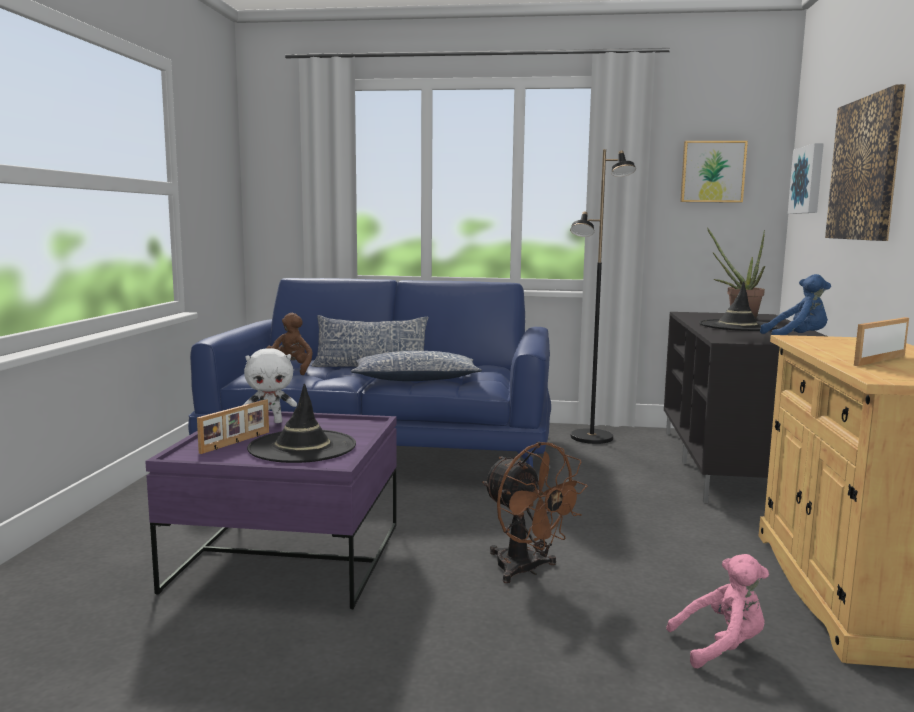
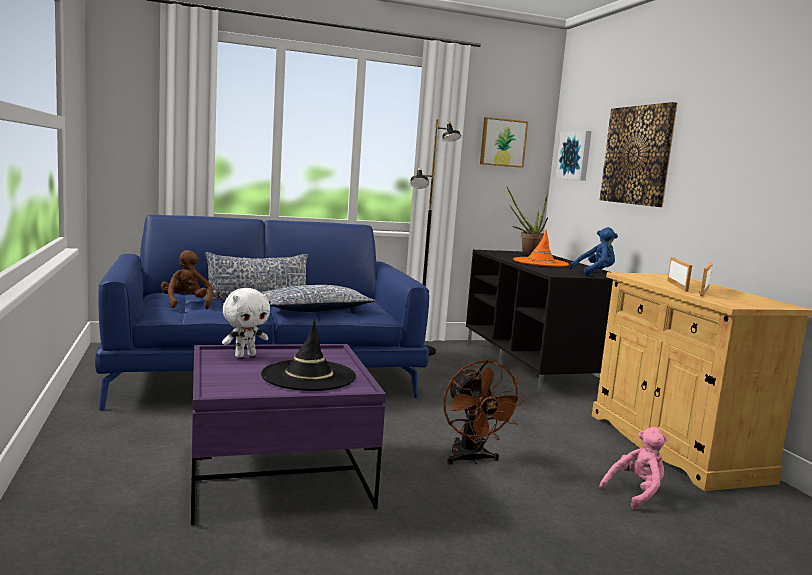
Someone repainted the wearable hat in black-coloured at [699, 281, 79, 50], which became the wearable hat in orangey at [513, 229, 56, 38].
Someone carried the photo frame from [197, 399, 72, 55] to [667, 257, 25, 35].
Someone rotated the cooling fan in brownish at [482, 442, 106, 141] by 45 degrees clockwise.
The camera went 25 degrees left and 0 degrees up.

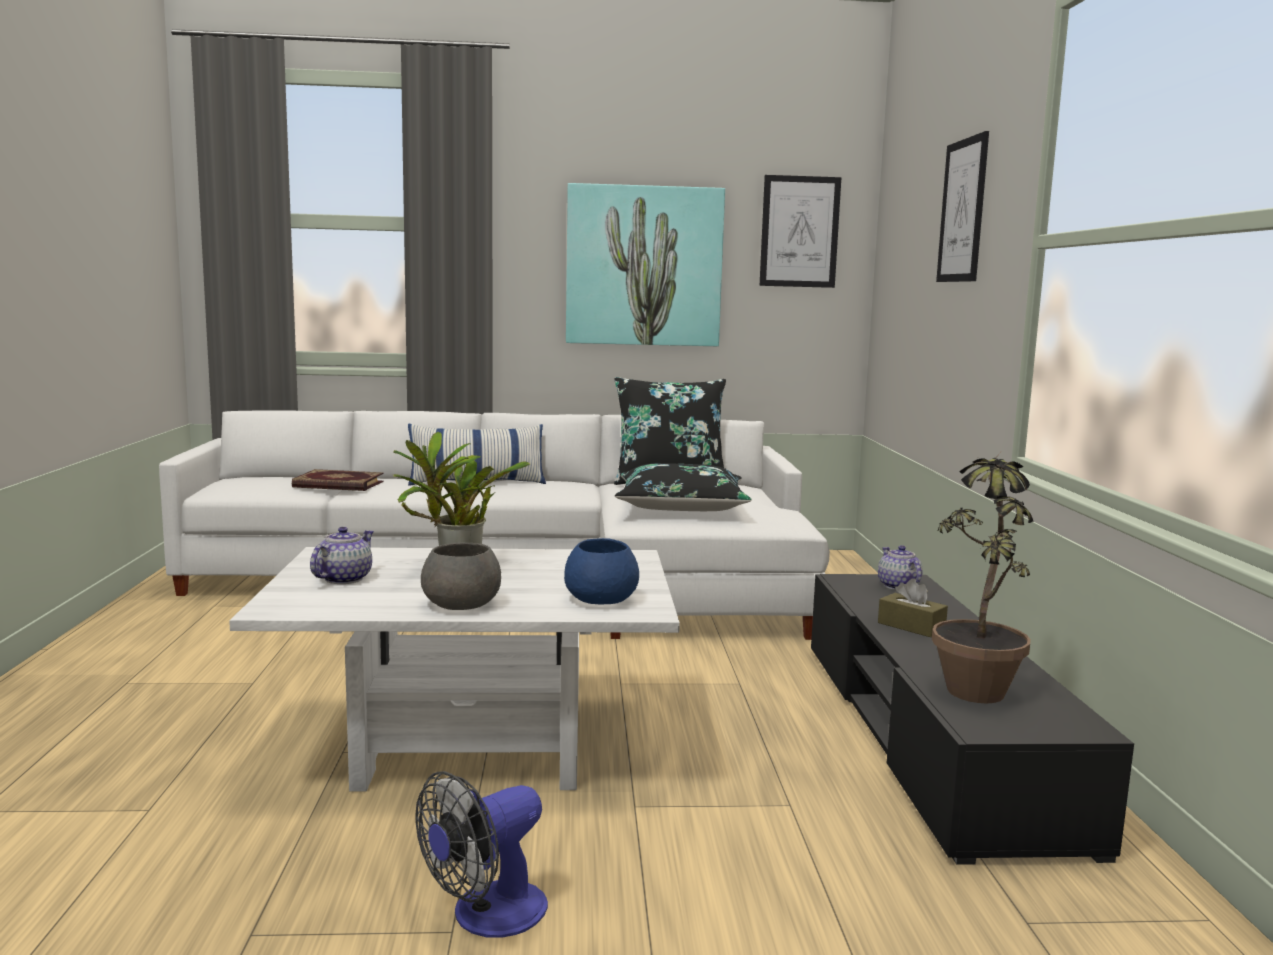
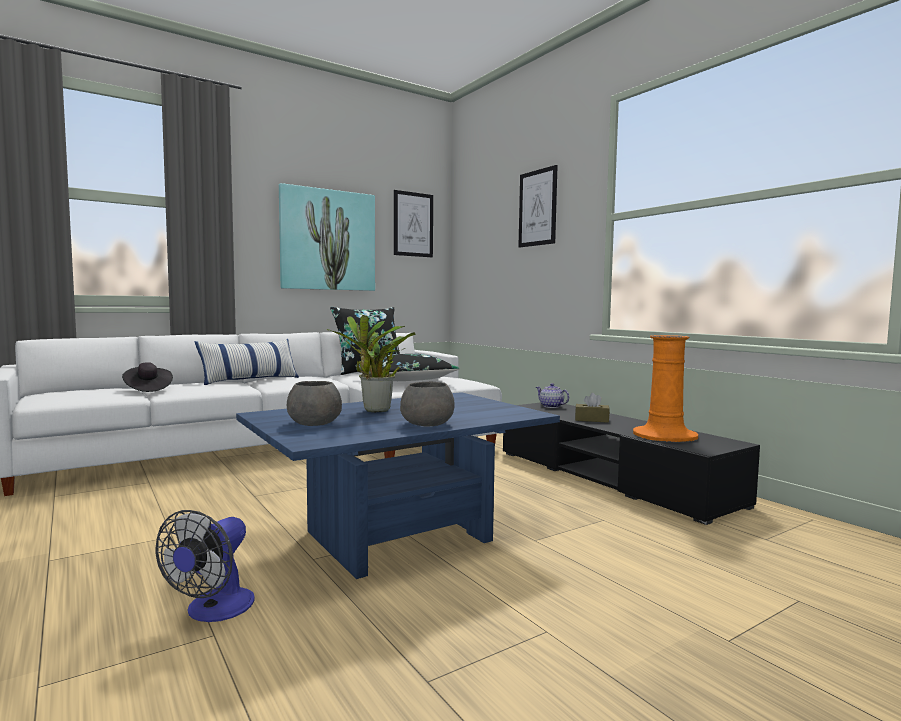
Someone swapped the potted plant at [932, 453, 102, 250] for the flower vase in orangey at [633, 335, 65, 107].
Someone swapped the book at [292, 469, 92, 22] for the wearable hat in black-coloured at [122, 362, 51, 30].
Someone swapped the pot for tea at [310, 527, 64, 57] for the bowl in greyish at [287, 381, 55, 45].
Someone took away the bowl in bluish at [564, 538, 75, 67].
Someone repainted the coffee table in white at [229, 547, 451, 245], which became the coffee table in bluish at [236, 392, 324, 187].
Someone carried the cooling fan from [415, 771, 133, 167] to [155, 510, 100, 112].
The camera went 30 degrees left and 5 degrees down.

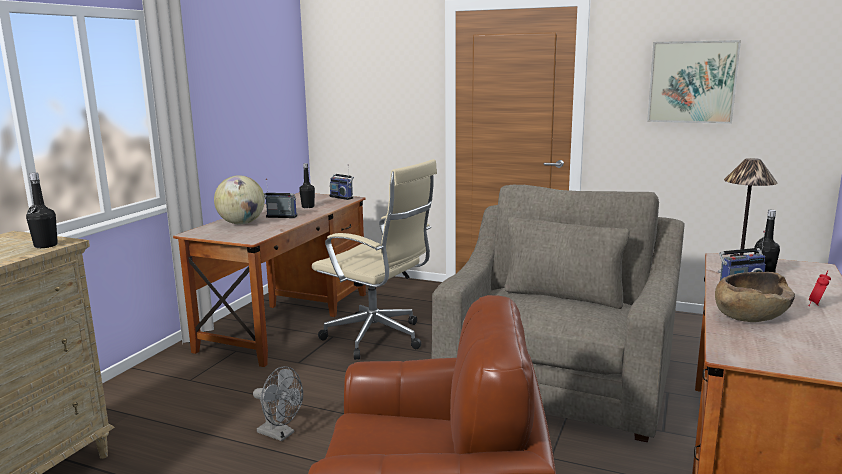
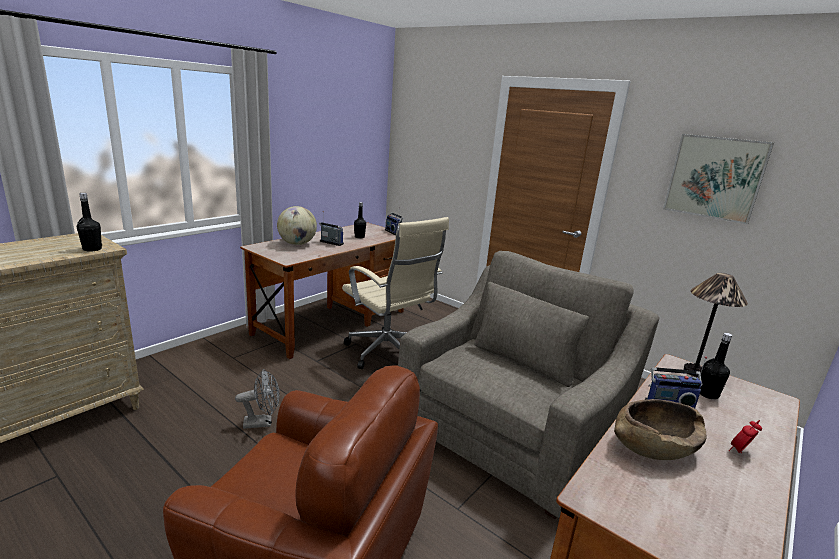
Someone rotated the cooling fan in greyish at [253, 366, 50, 75] by 60 degrees counterclockwise.
The camera went 15 degrees right and 5 degrees up.

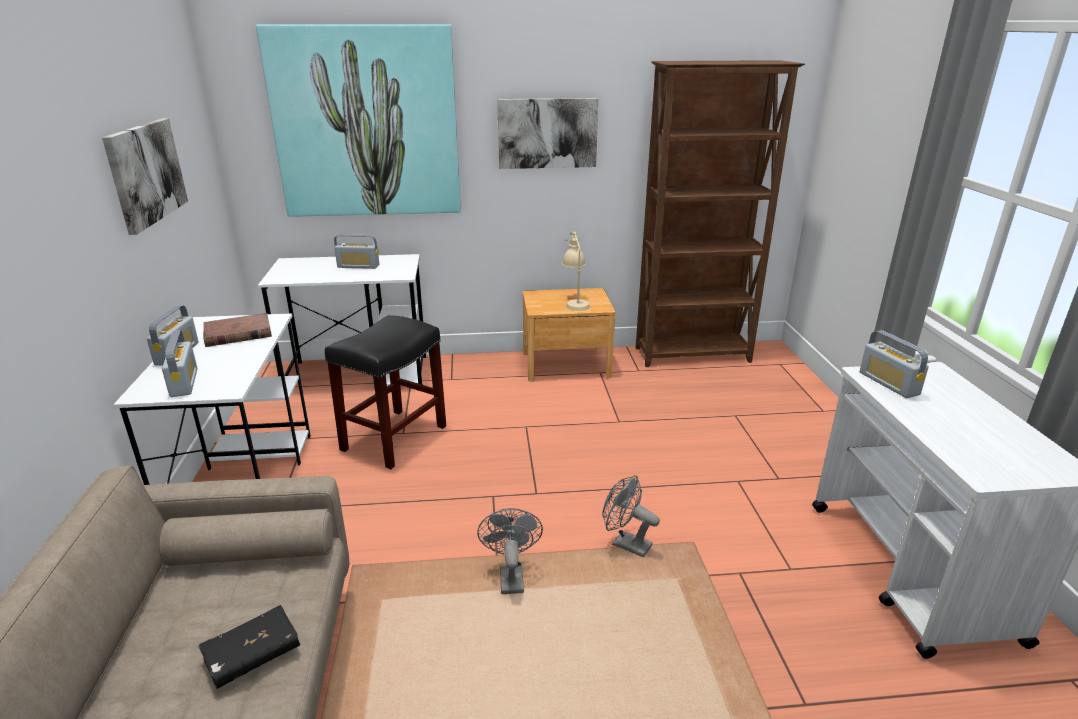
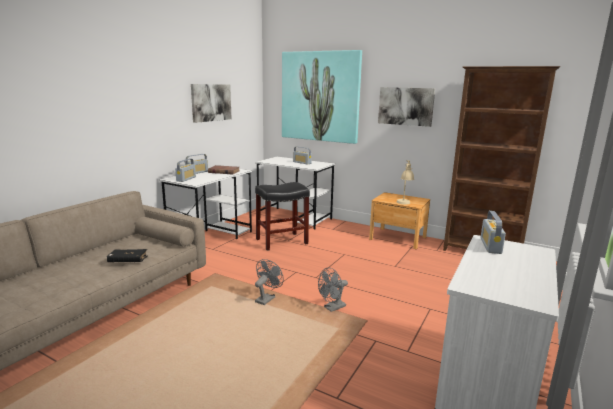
Someone rotated the cooling fan in greyish at [602, 475, 58, 82] by 105 degrees counterclockwise.
The camera went 35 degrees right and 10 degrees down.

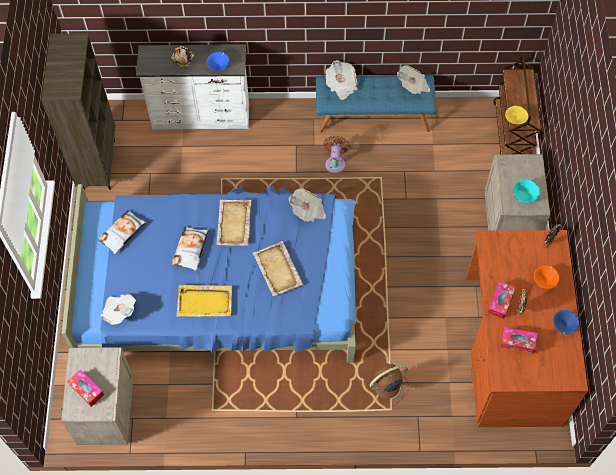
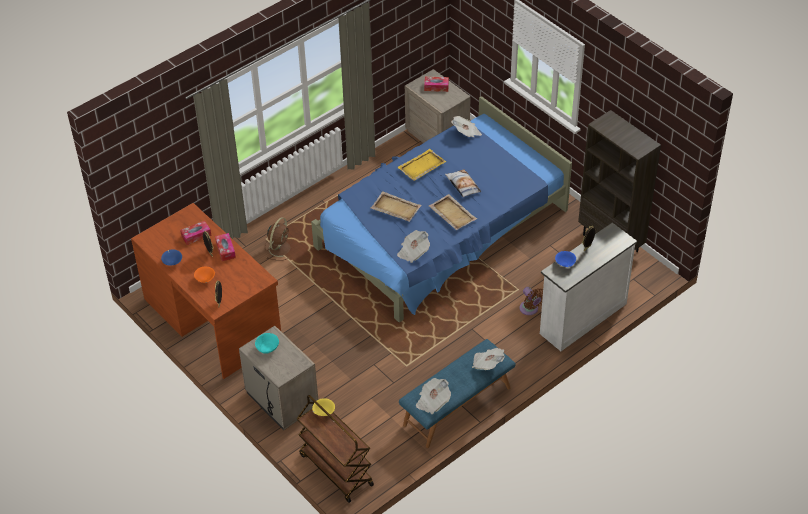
Someone carried the cooling fan in brownish from [323, 136, 28, 38] to [520, 287, 23, 28].
Someone took away the cushion at [98, 210, 48, 44].
The camera went 140 degrees right and 15 degrees down.

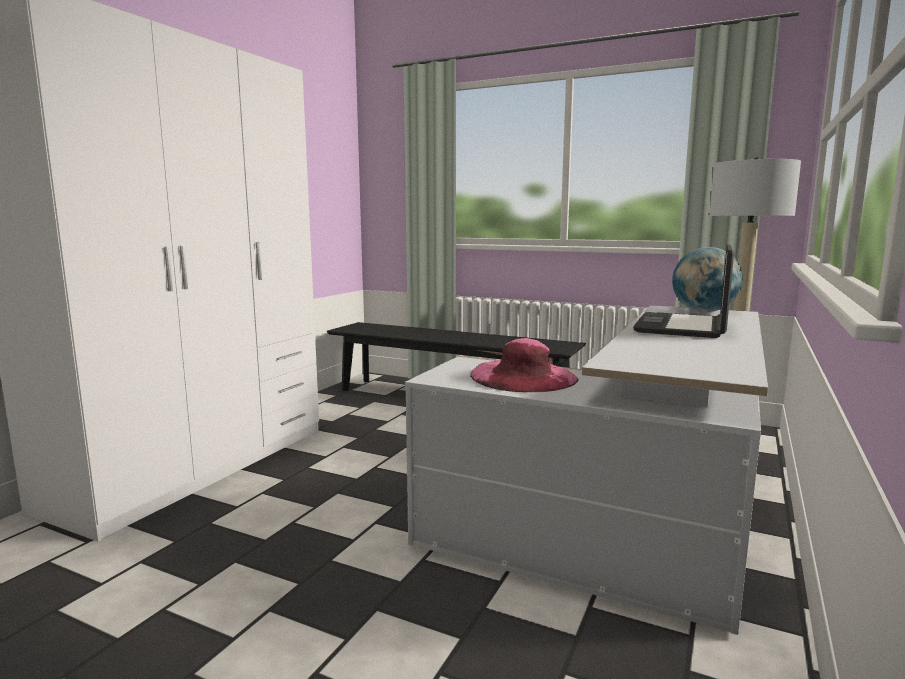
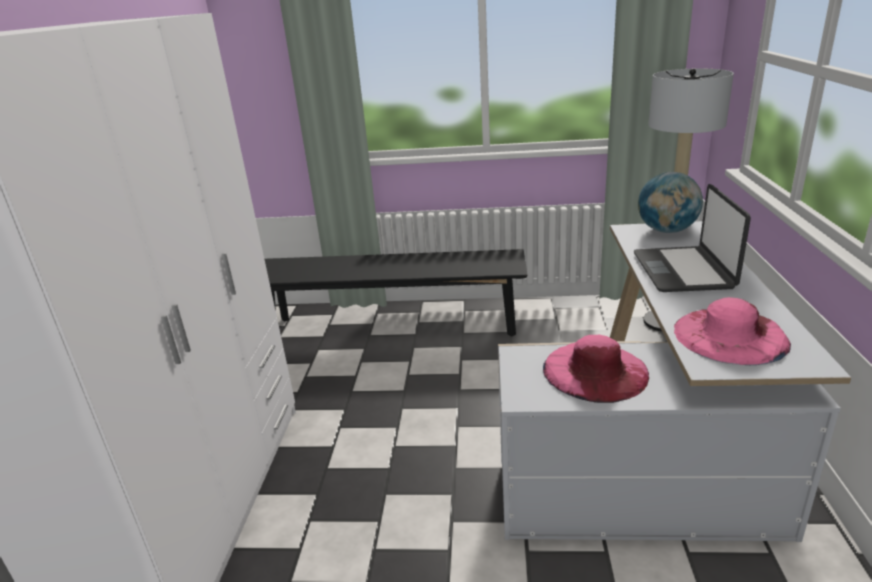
Someone put down the wearable hat in pink-coloured at [674, 297, 117, 68].
The camera went 20 degrees left and 15 degrees up.

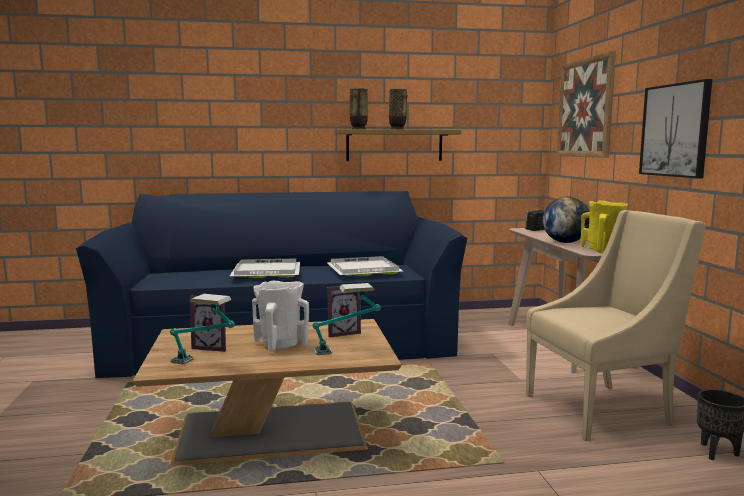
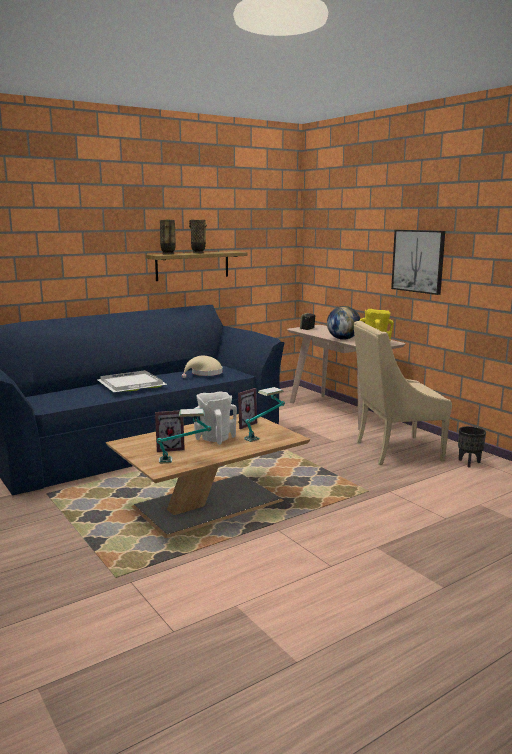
Someone took away the wall picture at [557, 51, 59, 107].
Someone rotated the easy chair in beige-coloured at [526, 210, 180, 231] by 150 degrees counterclockwise.
Someone swapped the serving tray in white at [326, 256, 77, 20] for the wearable hat in beige-coloured at [182, 356, 41, 22].
The camera went 25 degrees left and 5 degrees up.

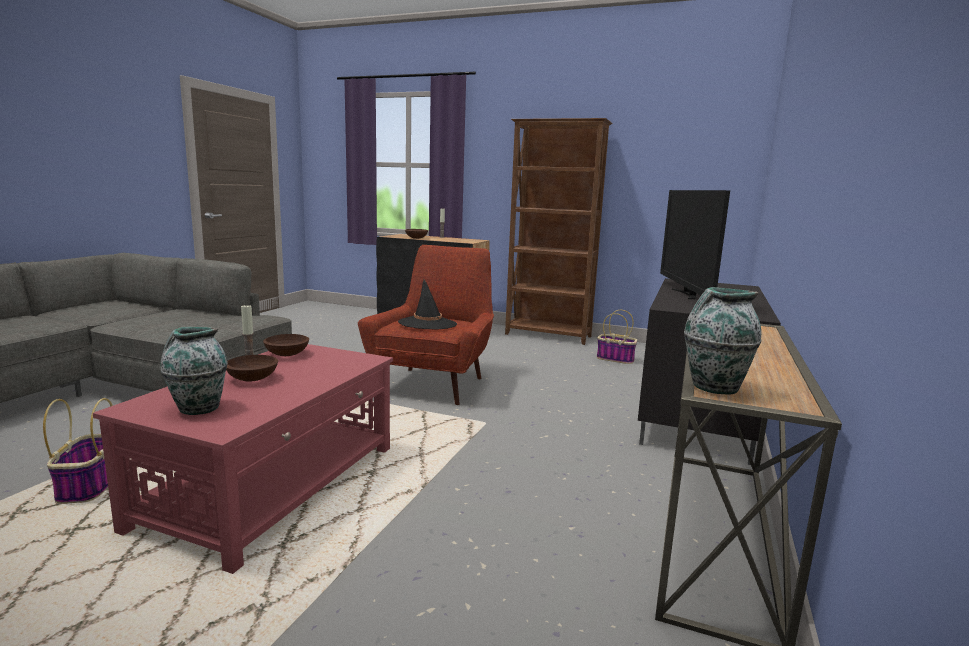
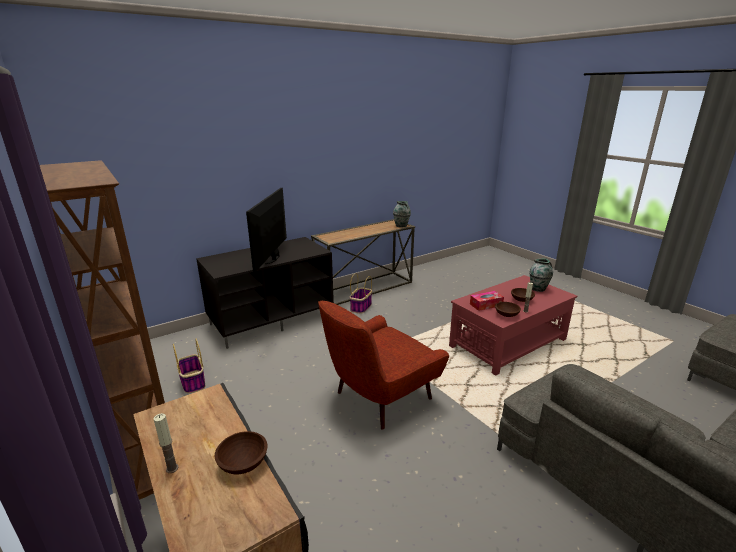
Someone rotated the television at [660, 190, 70, 109] by 150 degrees clockwise.
Someone took away the wearable hat in black-coloured at [398, 280, 59, 49].
Someone carried the basket from [43, 398, 70, 106] to [350, 273, 22, 40].
Someone put down the box of tissues at [470, 291, 34, 20].
The camera went 145 degrees left and 10 degrees up.

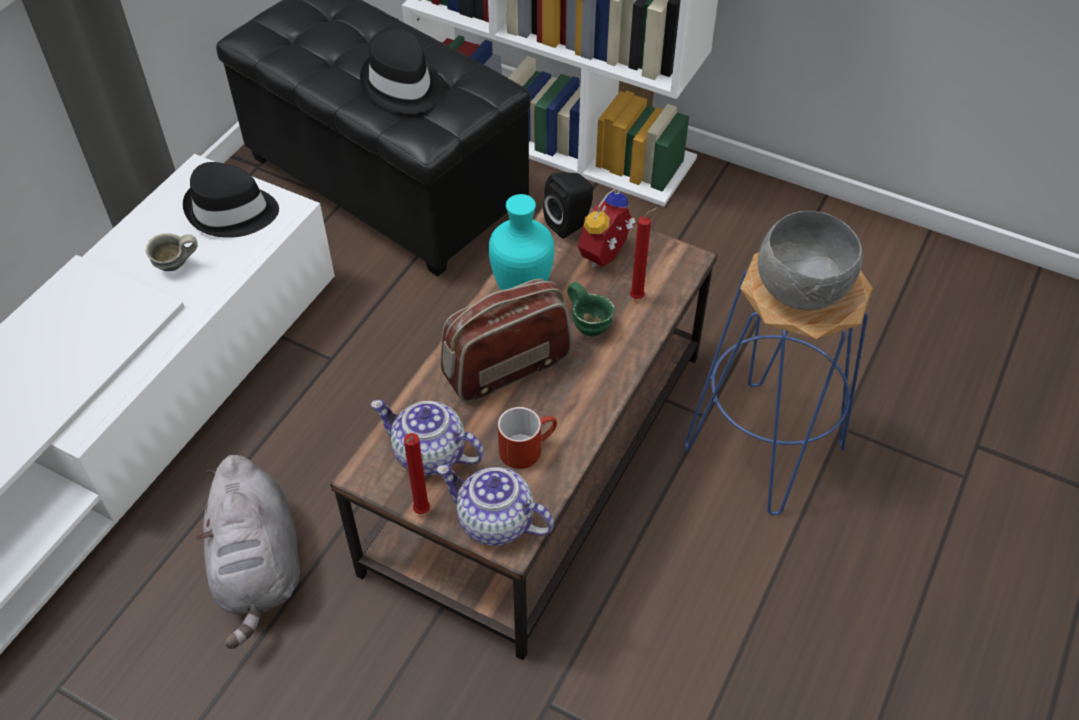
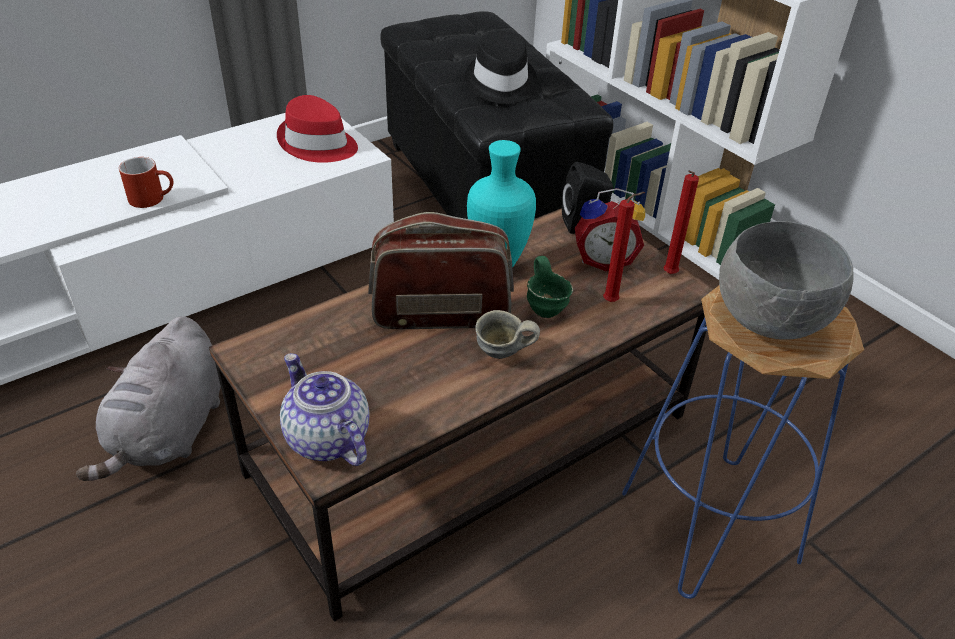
Someone repainted the wearable hat in black-coloured at [183, 162, 96, 76], which became the wearable hat in red-coloured at [277, 95, 81, 68].
Someone rotated the alarm clock at [578, 188, 58, 79] by 150 degrees counterclockwise.
Someone carried the coffee mug in greyish from [146, 233, 52, 38] to [475, 310, 65, 49].
Someone took away the pot for tea at [371, 400, 113, 75].
Someone carried the coffee mug in red-coloured from [498, 407, 59, 62] to [119, 157, 54, 51].
Someone carried the wax light in red-coloured from [404, 433, 26, 81] to [663, 170, 36, 104].
The camera went 25 degrees right and 10 degrees down.

